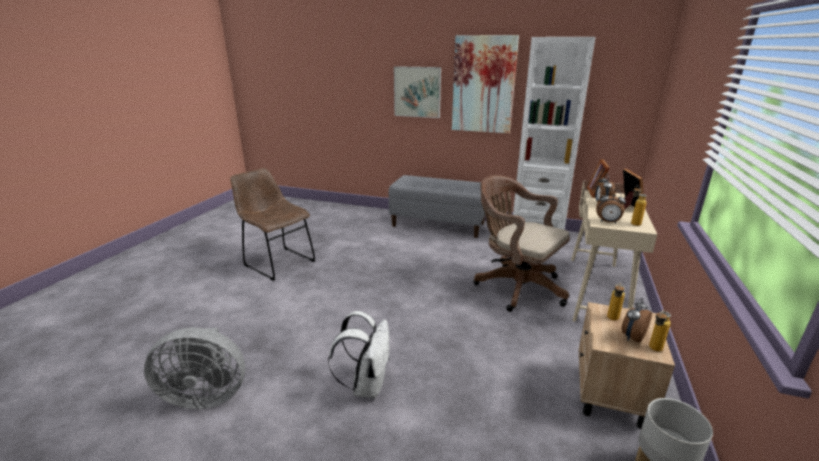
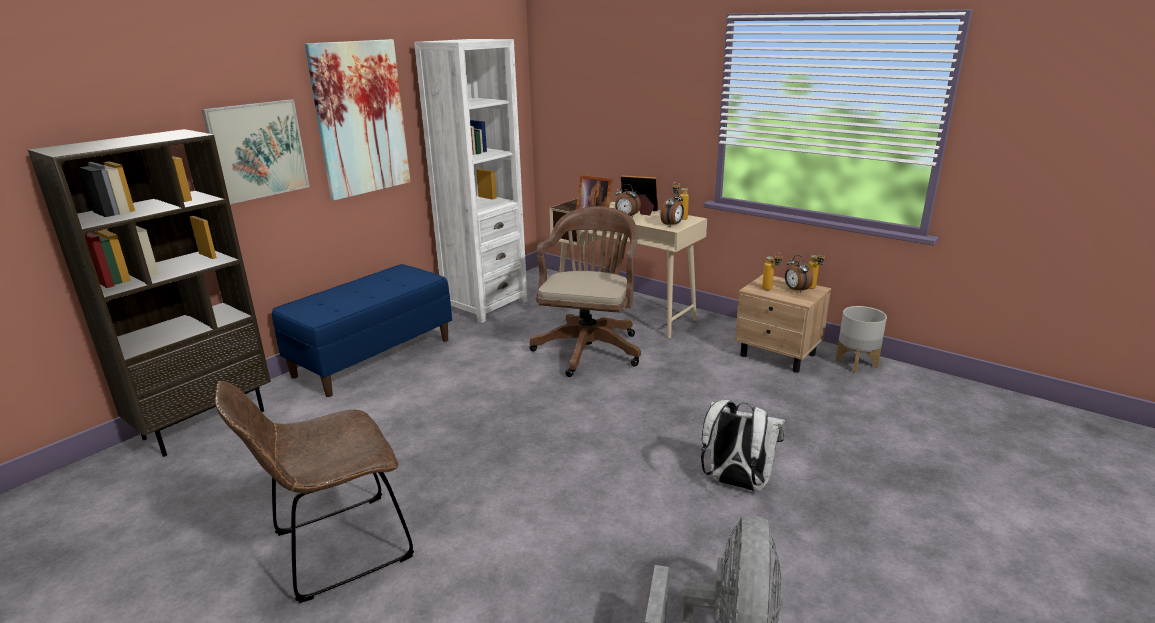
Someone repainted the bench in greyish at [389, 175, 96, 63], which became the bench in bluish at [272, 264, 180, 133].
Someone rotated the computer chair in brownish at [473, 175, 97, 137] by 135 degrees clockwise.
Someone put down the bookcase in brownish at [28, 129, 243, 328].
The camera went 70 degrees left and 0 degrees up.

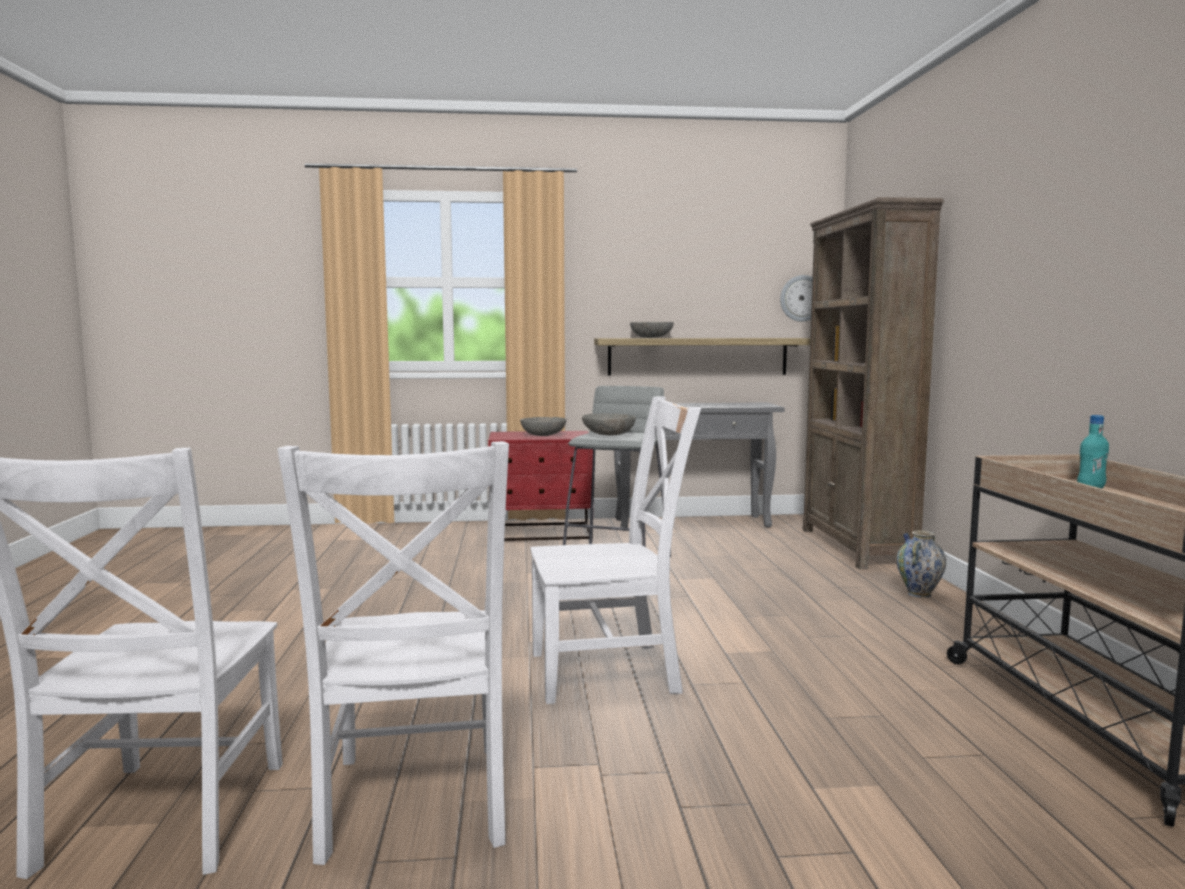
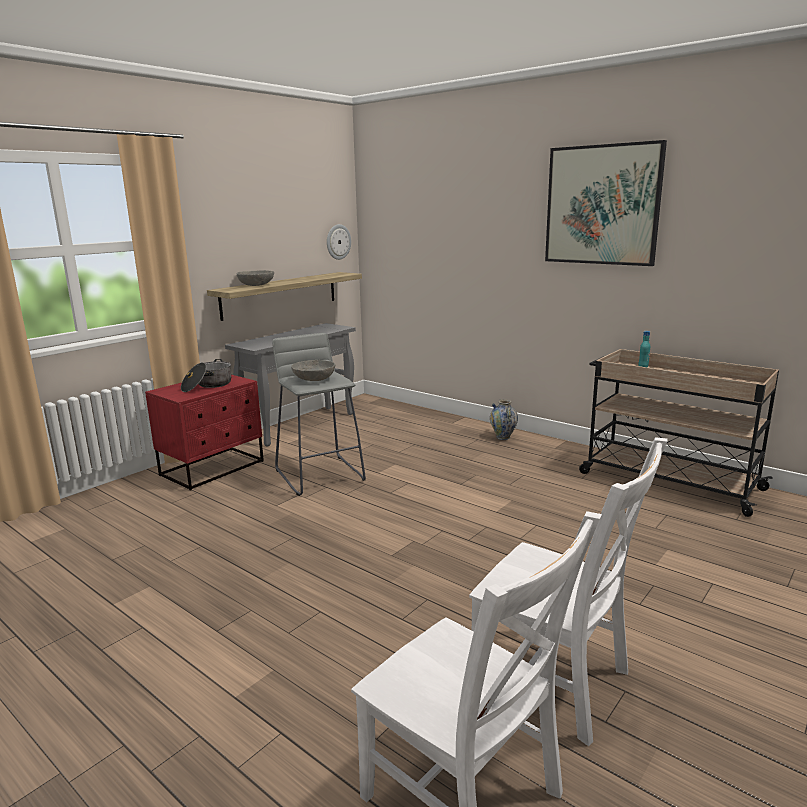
Someone took away the bookcase in brownish at [803, 197, 141, 372].
Someone took away the upright chair in white at [530, 396, 171, 308].
Someone swapped the bowl in greyish at [520, 417, 46, 19] for the stockpot at [181, 359, 50, 33].
Someone put up the wall picture at [545, 140, 122, 126].
The camera went 45 degrees left and 10 degrees up.

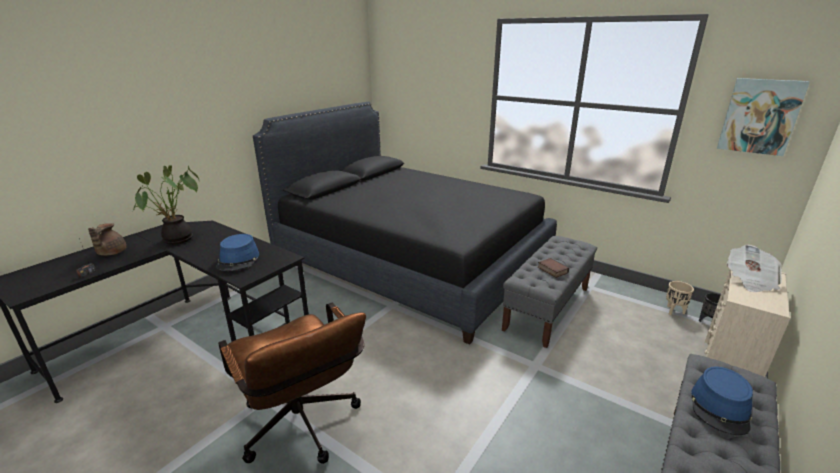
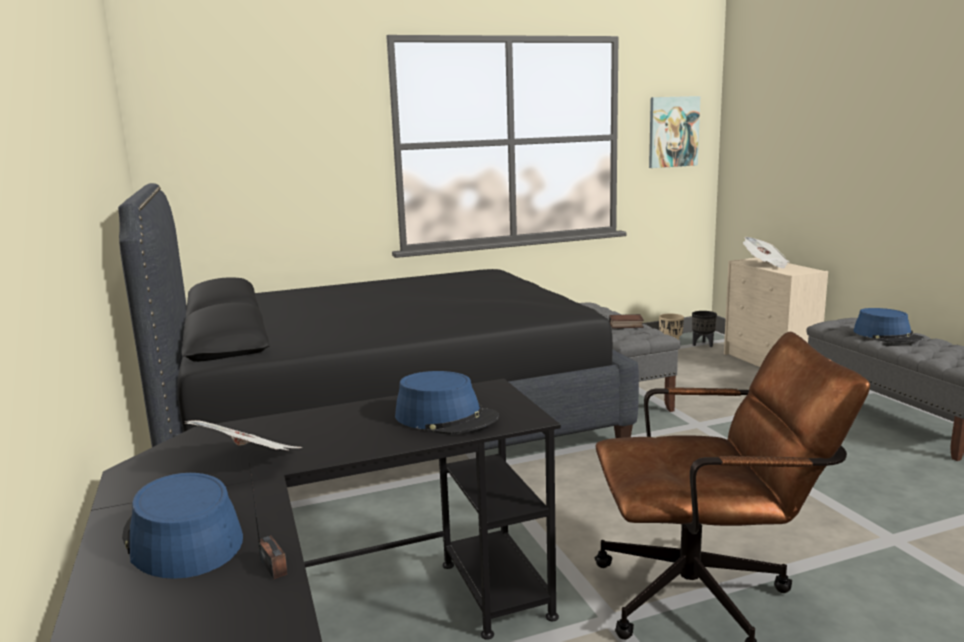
Someone swapped the potted plant at [133, 165, 66, 80] for the daily paper at [184, 420, 118, 30].
Someone swapped the pot for tea in brownish at [88, 223, 38, 33] for the wearable hat in bluish at [122, 473, 121, 106].
The camera went 55 degrees left and 10 degrees down.

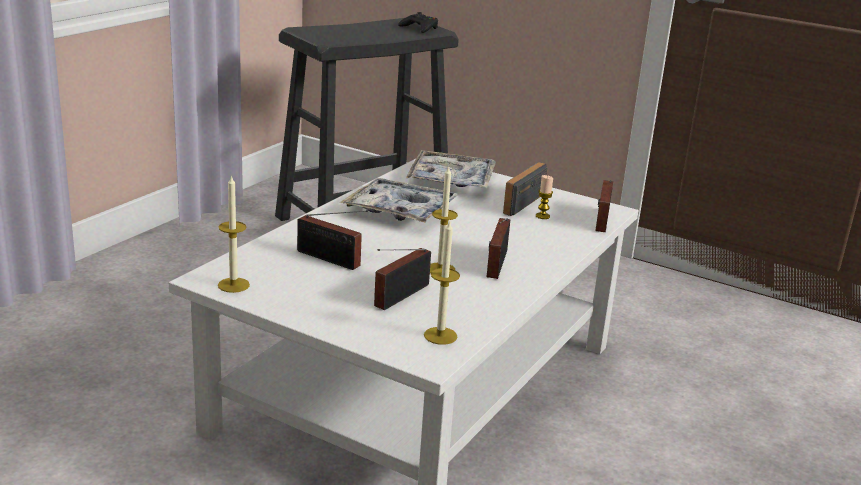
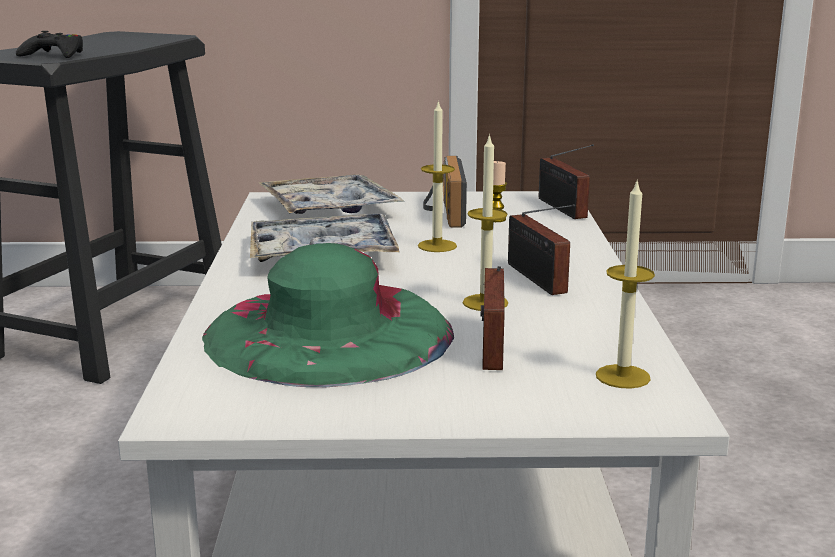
Someone carried the gamepad in black-coloured from [398, 12, 40, 21] to [16, 31, 67, 27].
Someone carried the wax light from [218, 175, 32, 118] to [418, 101, 39, 151].
Someone swapped the radio at [297, 210, 71, 60] for the wearable hat in green at [202, 243, 252, 144].
The camera went 30 degrees left and 5 degrees down.

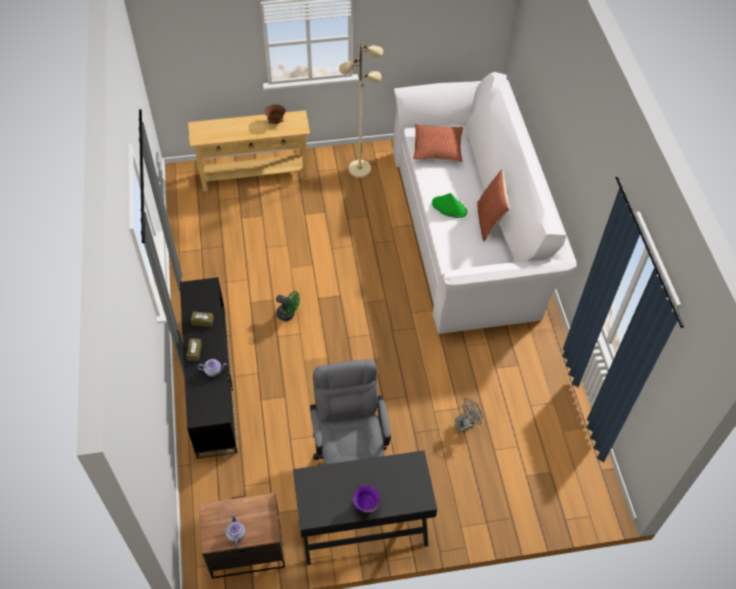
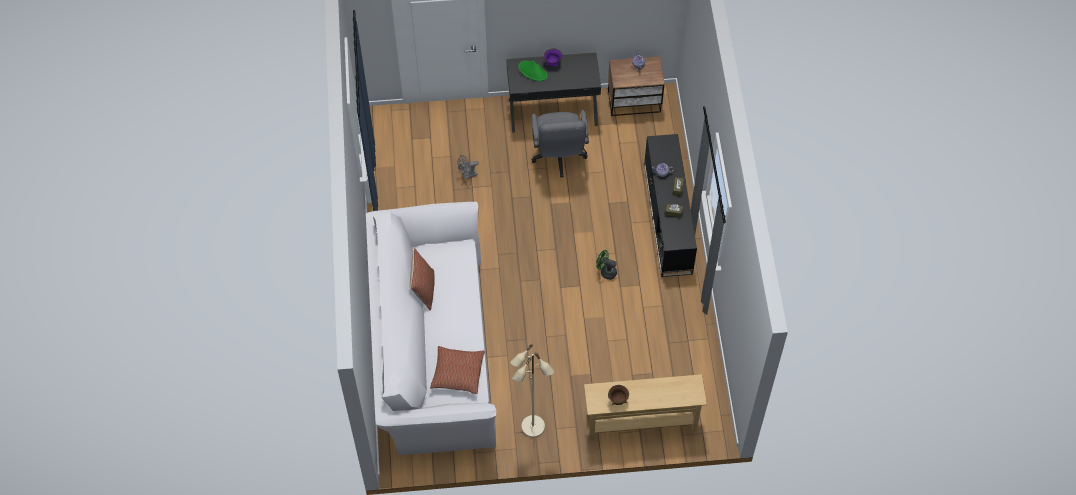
Someone carried the wearable hat in green from [432, 193, 35, 25] to [518, 60, 29, 21].
The camera went 175 degrees left and 5 degrees up.

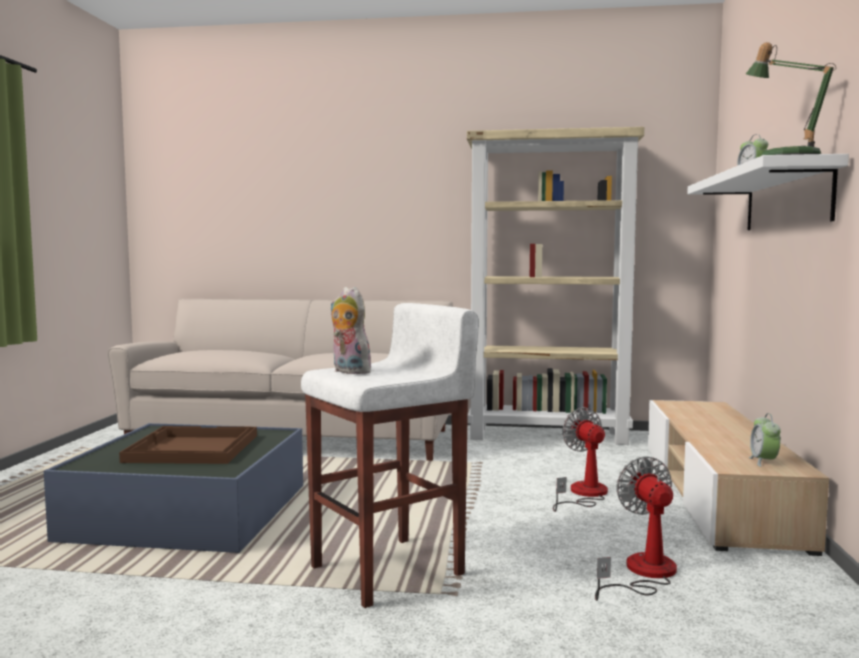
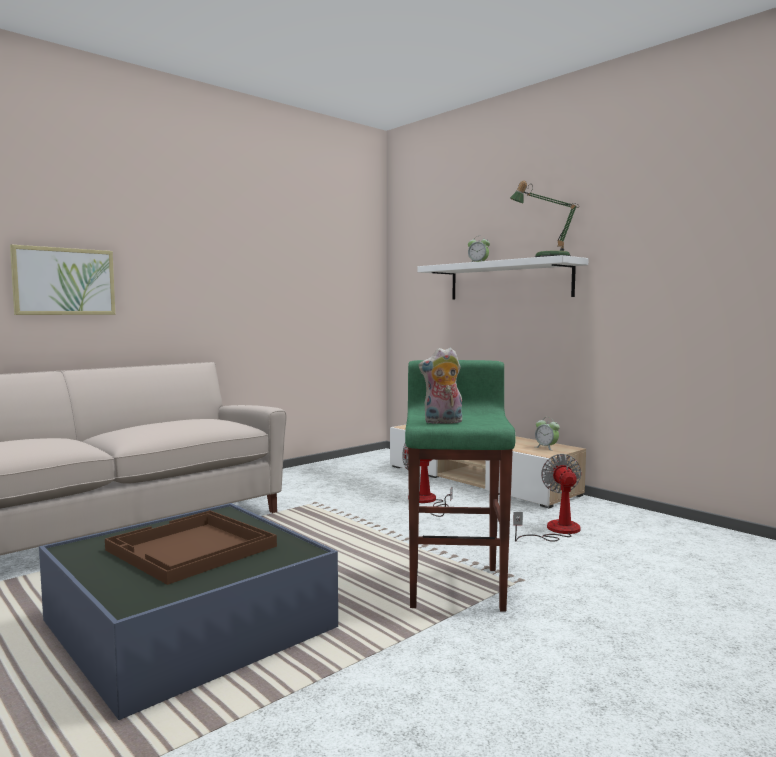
Someone took away the bookcase in beige-coloured at [467, 127, 178, 318].
Someone repainted the sitting stool in white at [301, 303, 178, 305], which became the sitting stool in green at [405, 360, 111, 252].
Someone rotated the cooling fan at [595, 456, 82, 145] by 60 degrees clockwise.
Someone put up the wall picture at [10, 245, 105, 70].
The camera went 50 degrees left and 0 degrees up.

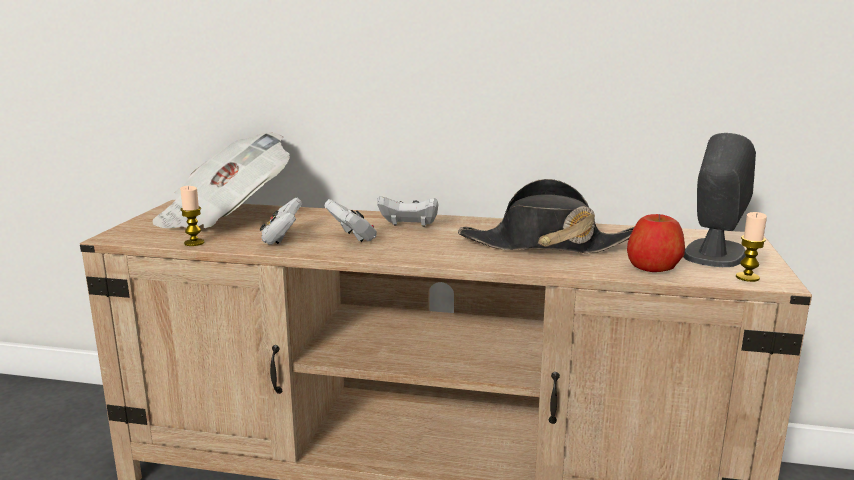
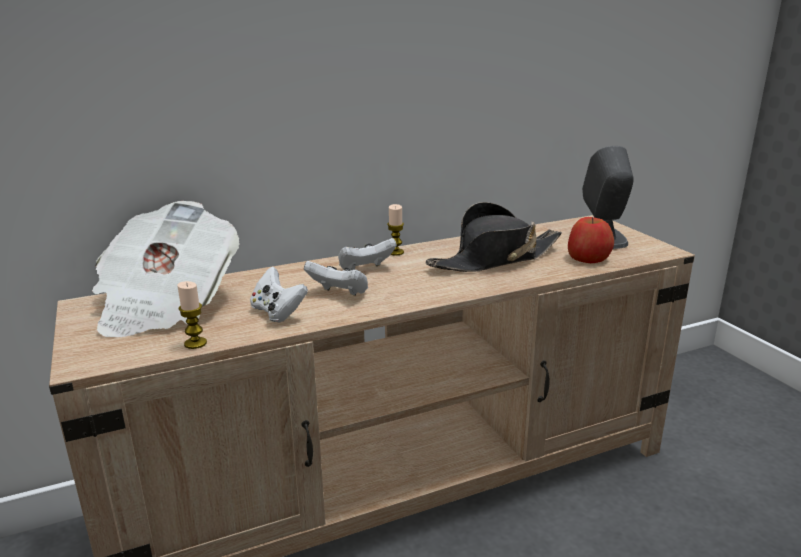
Someone carried the wax light from [736, 212, 31, 70] to [387, 204, 17, 51].
The camera went 35 degrees left and 5 degrees up.

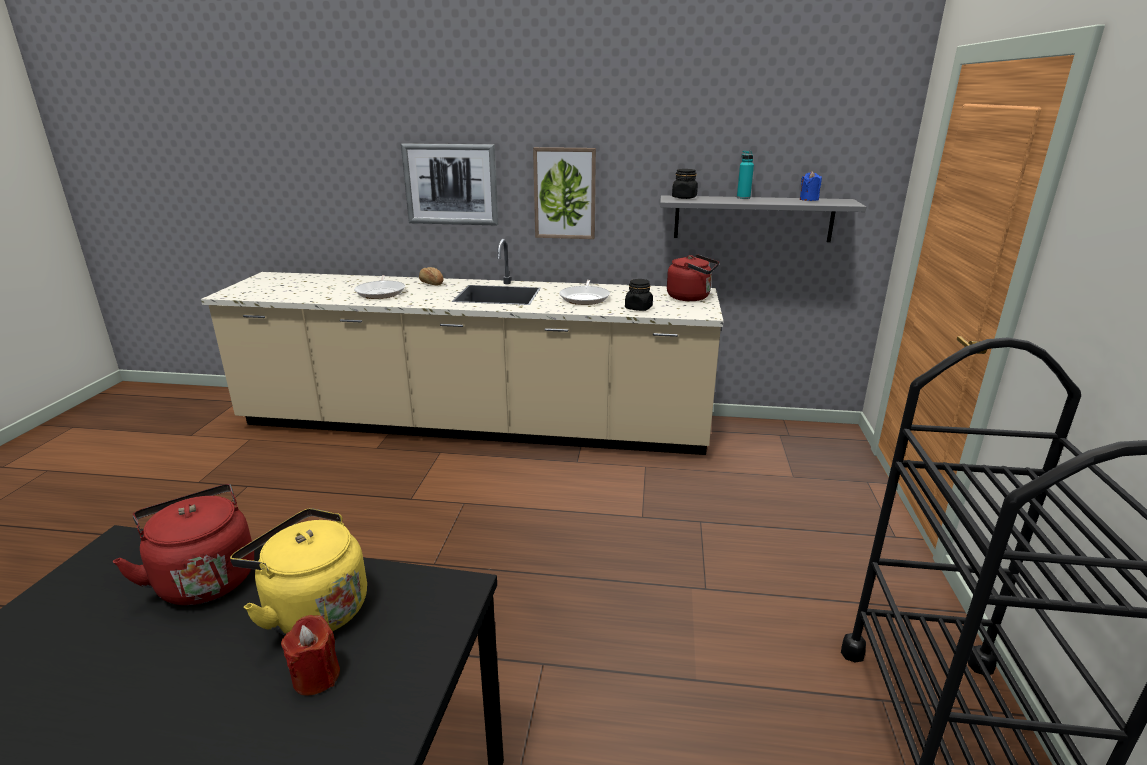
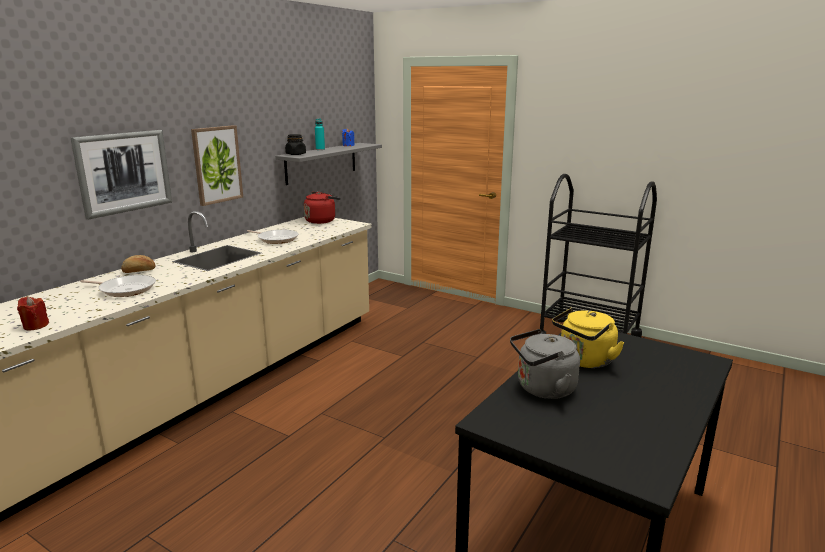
Someone took away the preserve jar in black-coloured at [625, 279, 28, 32].
Someone repainted the tea kettle in red-coloured at [113, 484, 141, 121], which became the tea kettle in greyish at [510, 329, 70, 70].
Someone carried the wax light in red-coloured from [281, 615, 59, 80] to [17, 297, 32, 34].
The camera went 65 degrees left and 5 degrees down.

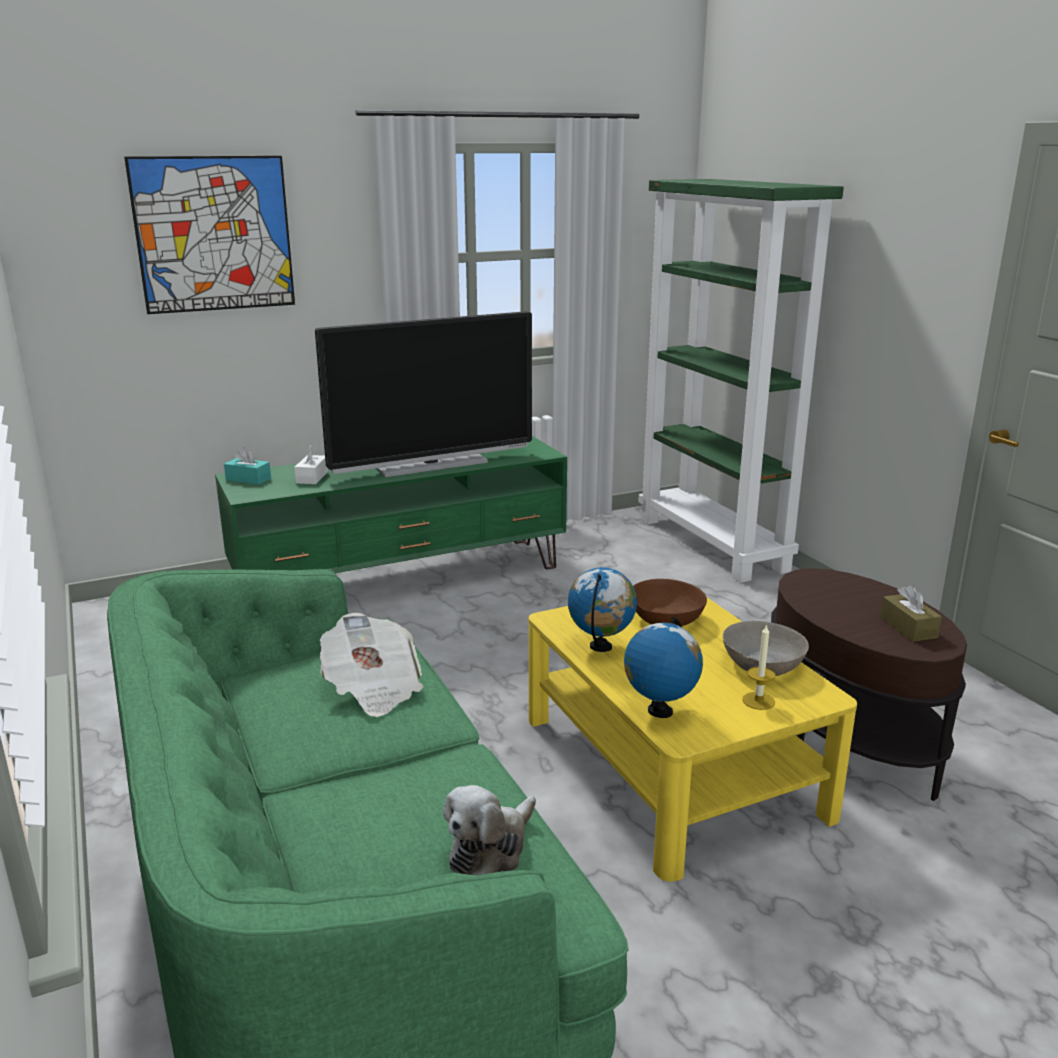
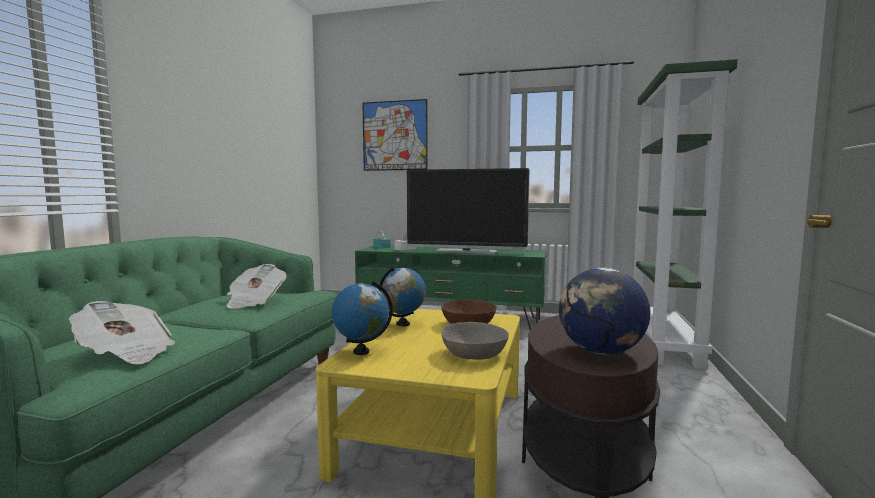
Someone swapped the box of tissues in brownish at [881, 585, 61, 57] for the globe at [559, 268, 92, 87].
Someone took away the wax light at [742, 624, 34, 86].
Someone swapped the soft toy at [443, 785, 93, 91] for the daily paper at [69, 301, 106, 63].
The camera went 40 degrees right and 15 degrees down.

